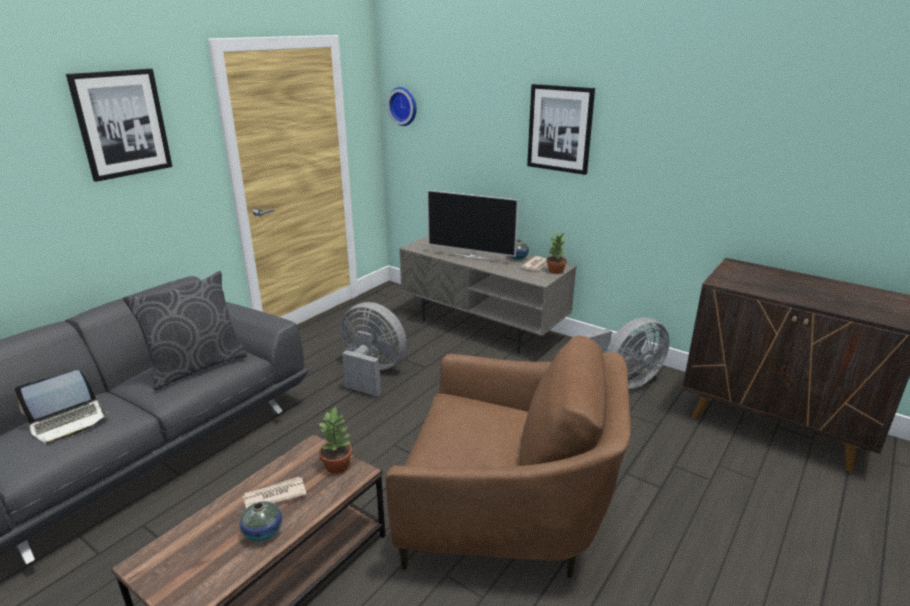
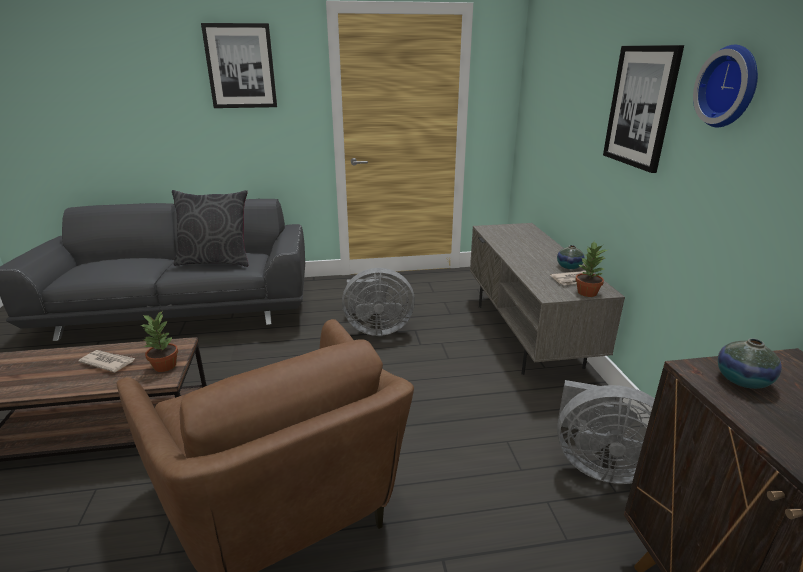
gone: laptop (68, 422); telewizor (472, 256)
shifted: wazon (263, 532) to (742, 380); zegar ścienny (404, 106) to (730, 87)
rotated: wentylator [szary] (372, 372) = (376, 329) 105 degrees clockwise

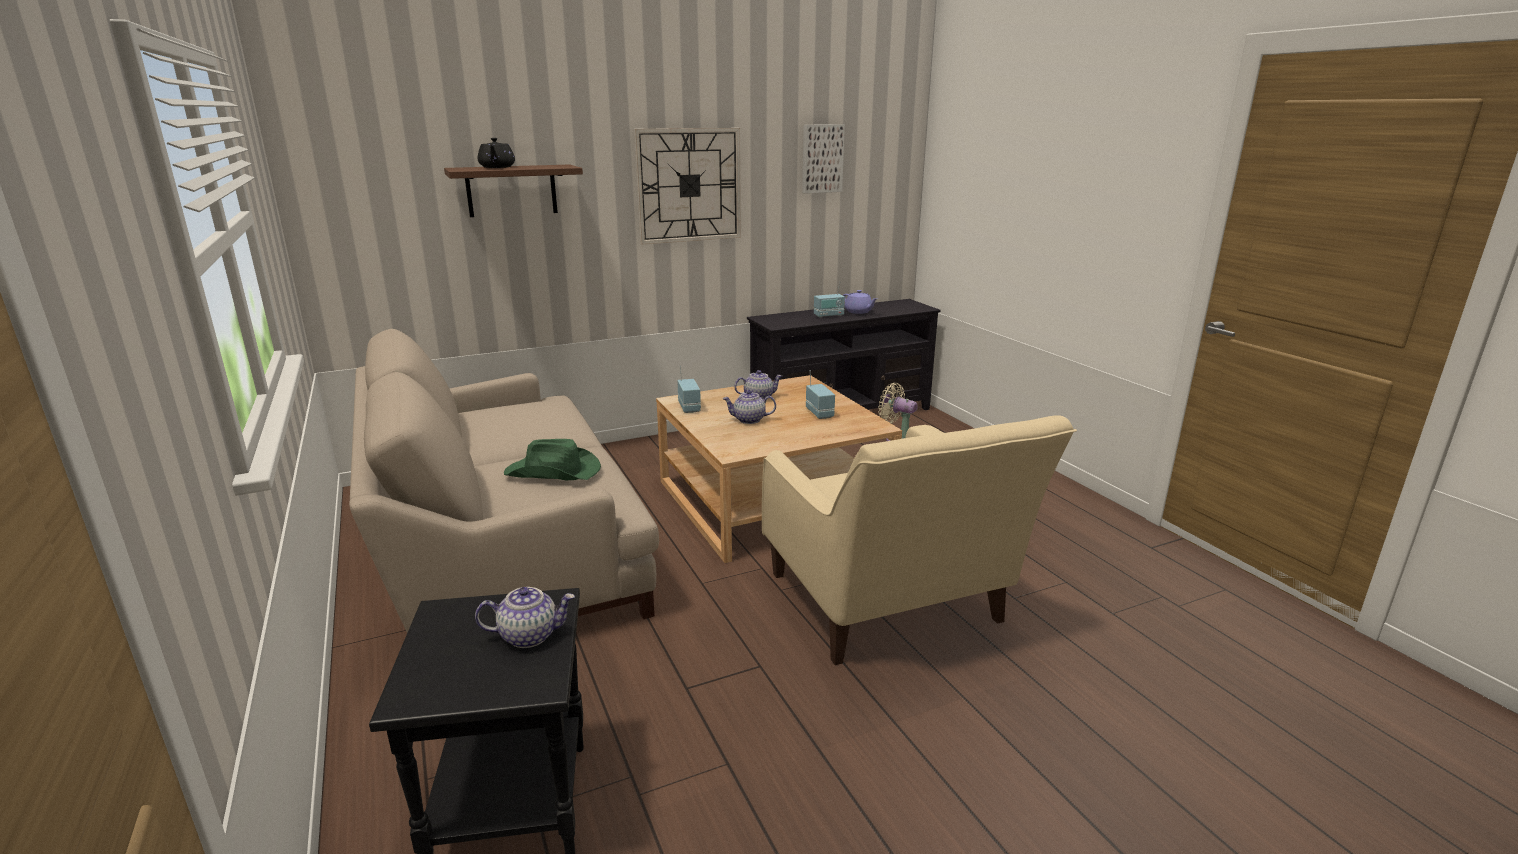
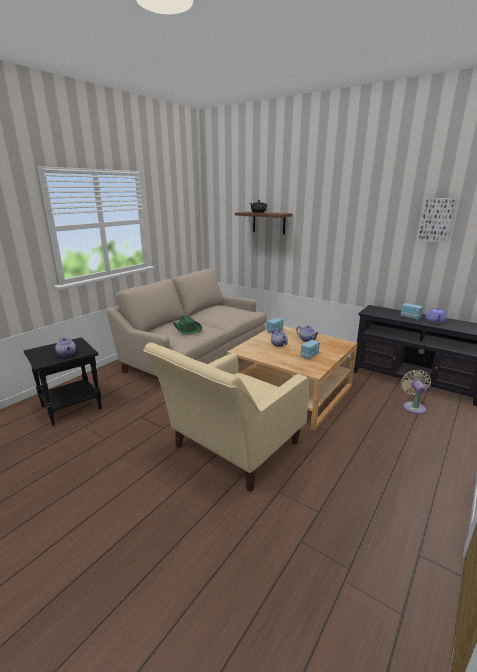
gone: zegar ścienny (689, 185)

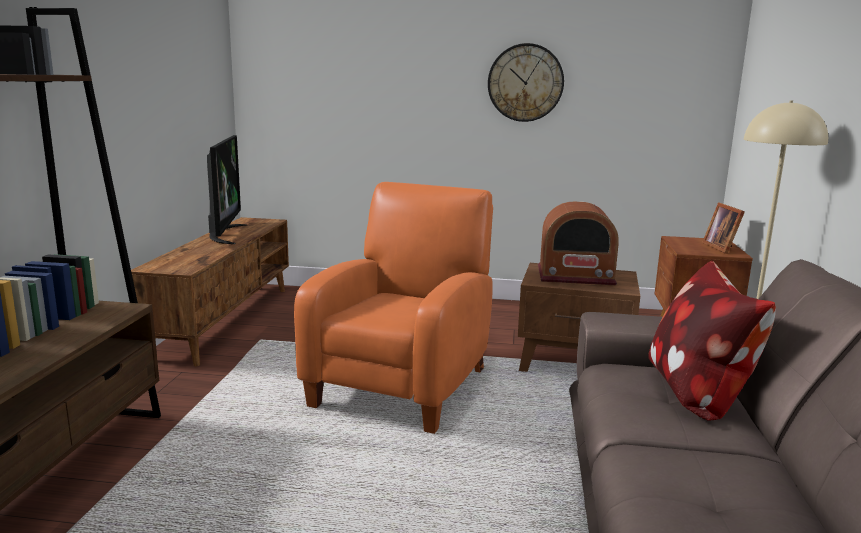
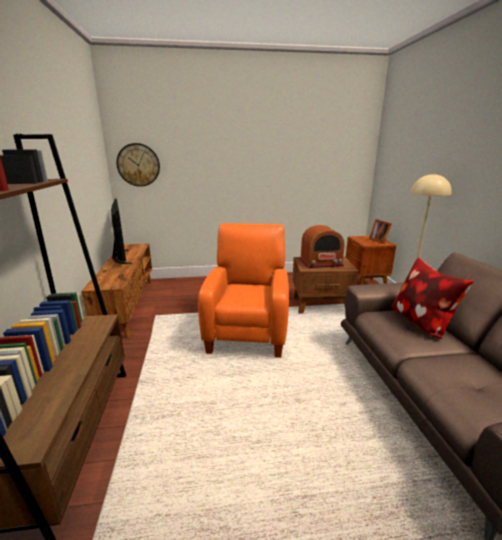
shifted: zegar ścienny (525, 83) to (138, 165)

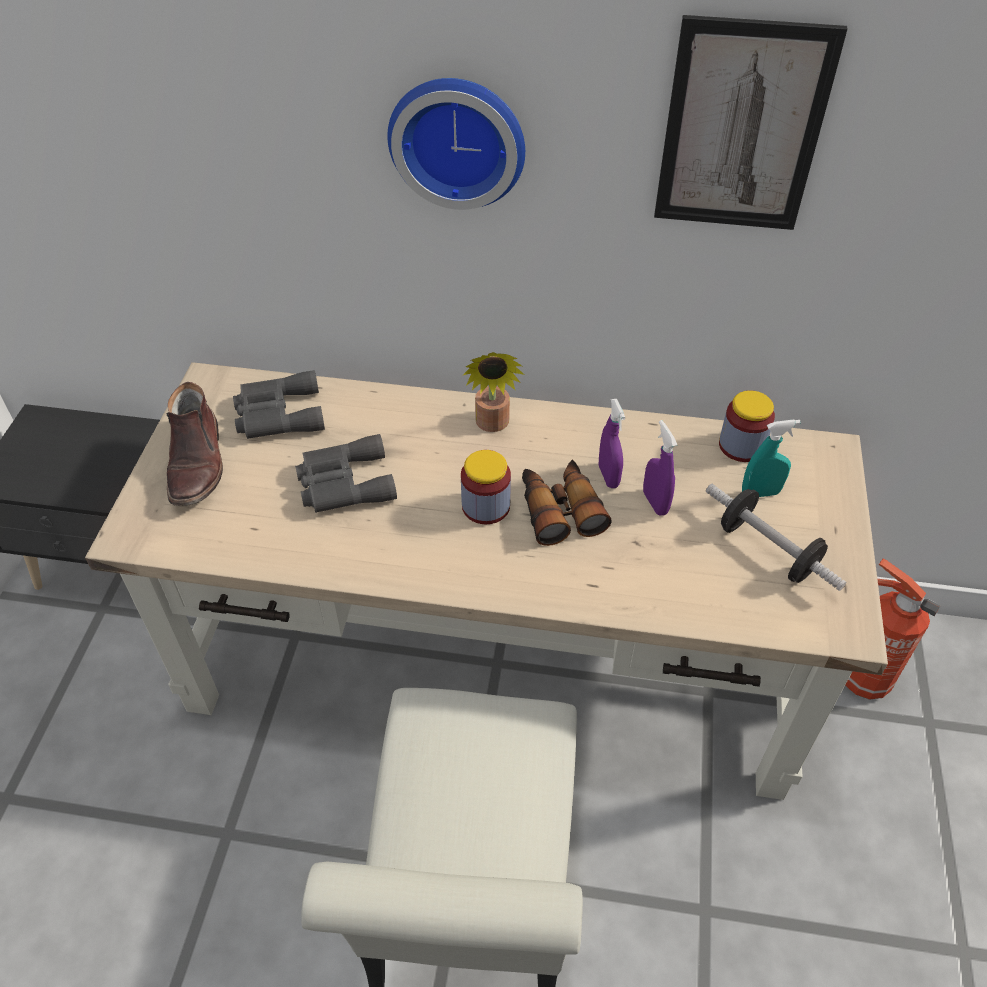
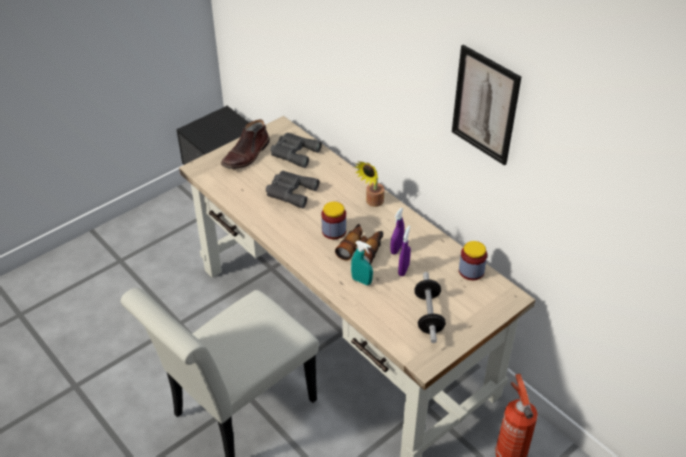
gone: zegar ścienny (458, 140)
shifted: spryskiwacz [turkusowy] (760, 493) to (361, 281)

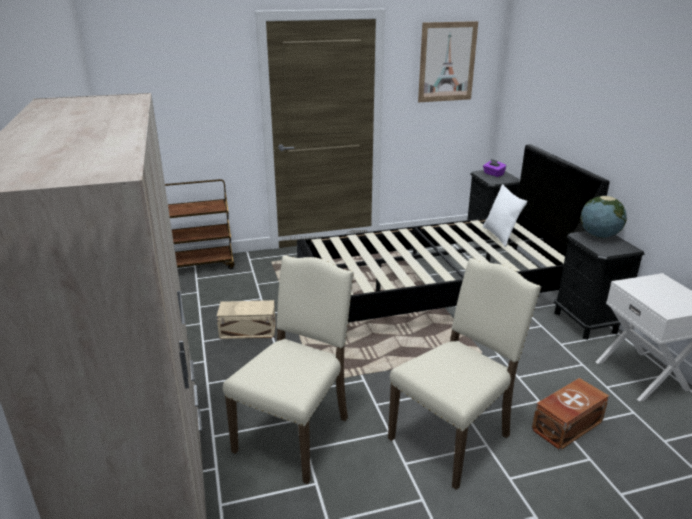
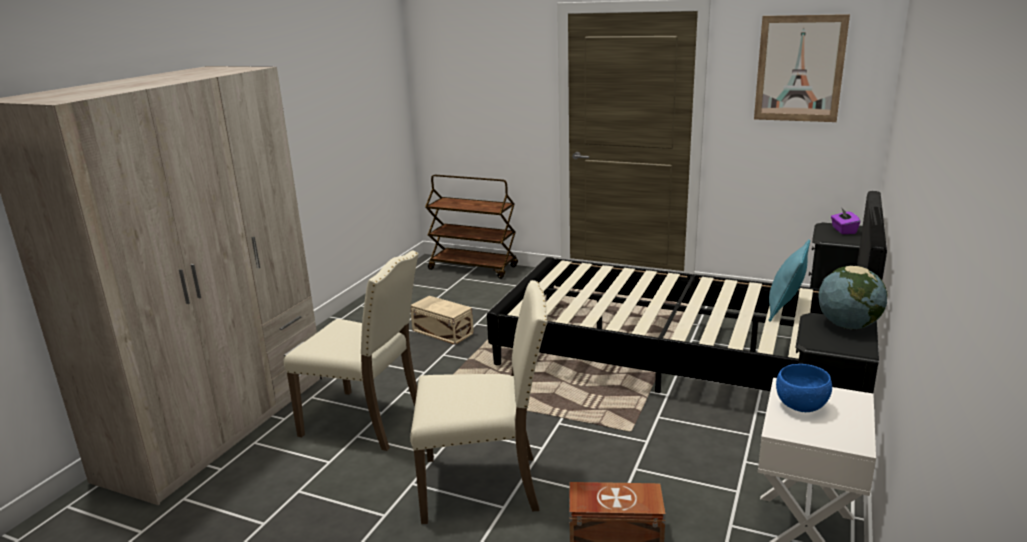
new: miska [niebieski] (800, 406)
repainted: poduszka [biały] (500, 236) to poduszka [turkusowy] (784, 309)
rotated: krzesło [beżowy] (296, 433) = (366, 421) 45 degrees clockwise

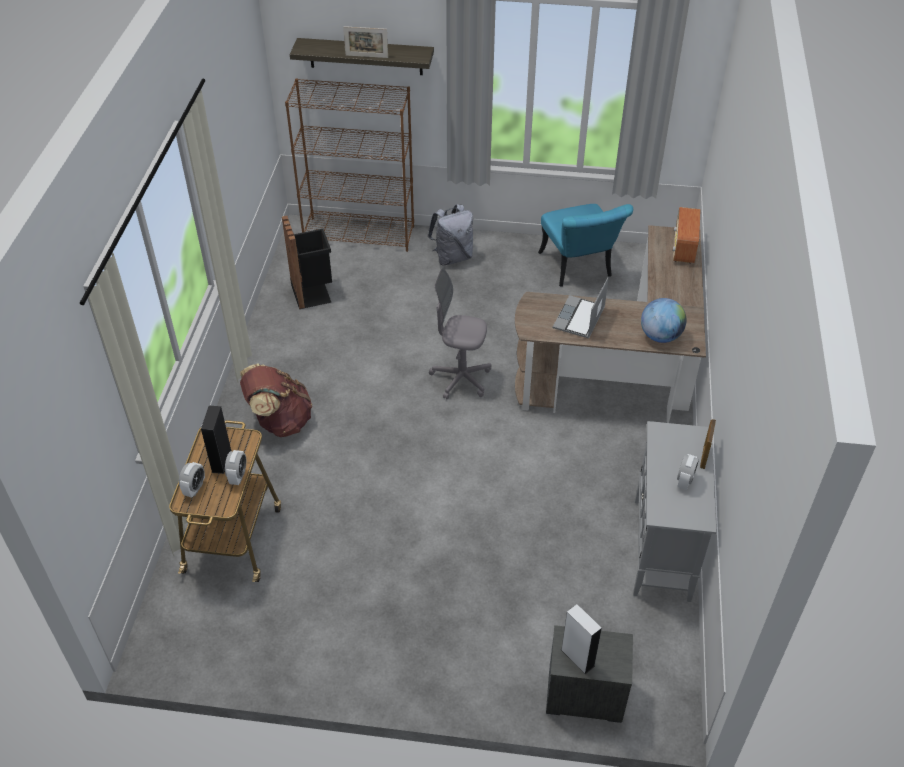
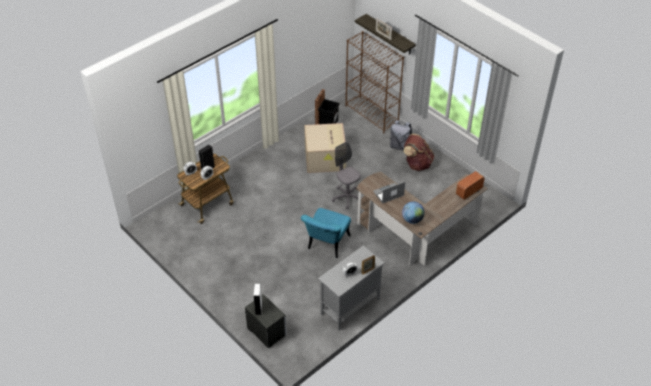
new: karton (325, 158)
shifted: plecak [brązowy] (280, 421) to (417, 164); krzesło [turkusowy] (578, 269) to (326, 245)

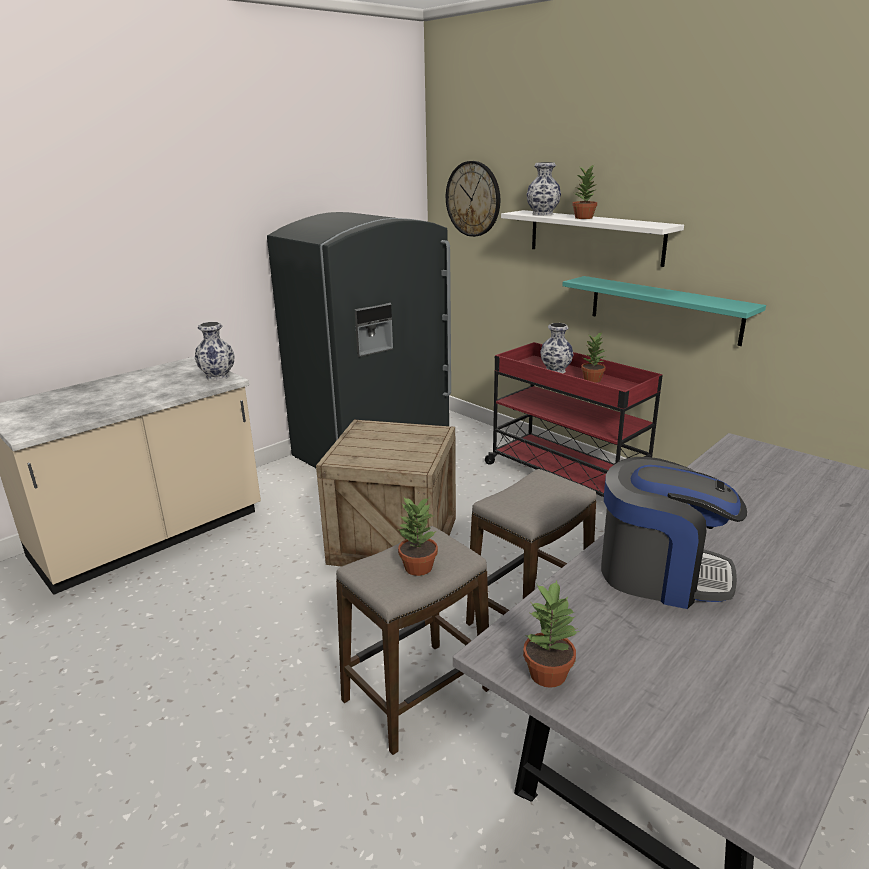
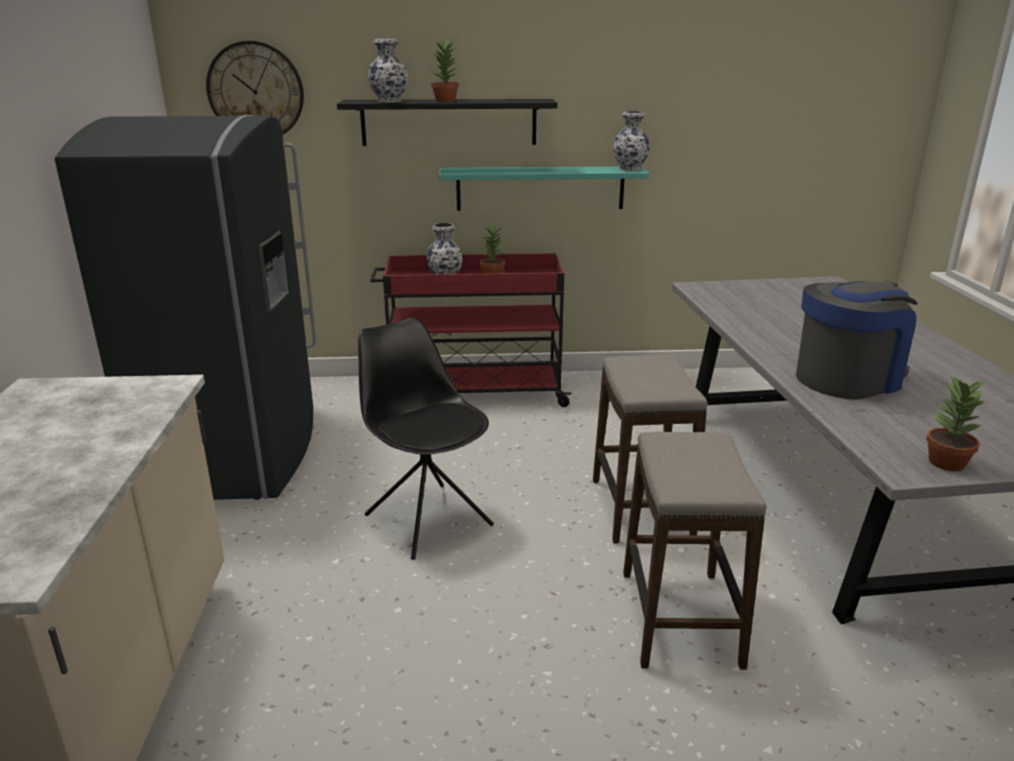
gone: roślina doniczkowa (417, 567)
shifted: wazon (217, 377) to (630, 169)
swapped: skrzynka (394, 540) to krzesło [czarny] (427, 519)
repainted: półka [biały] (595, 237) to półka [czarny] (449, 122)

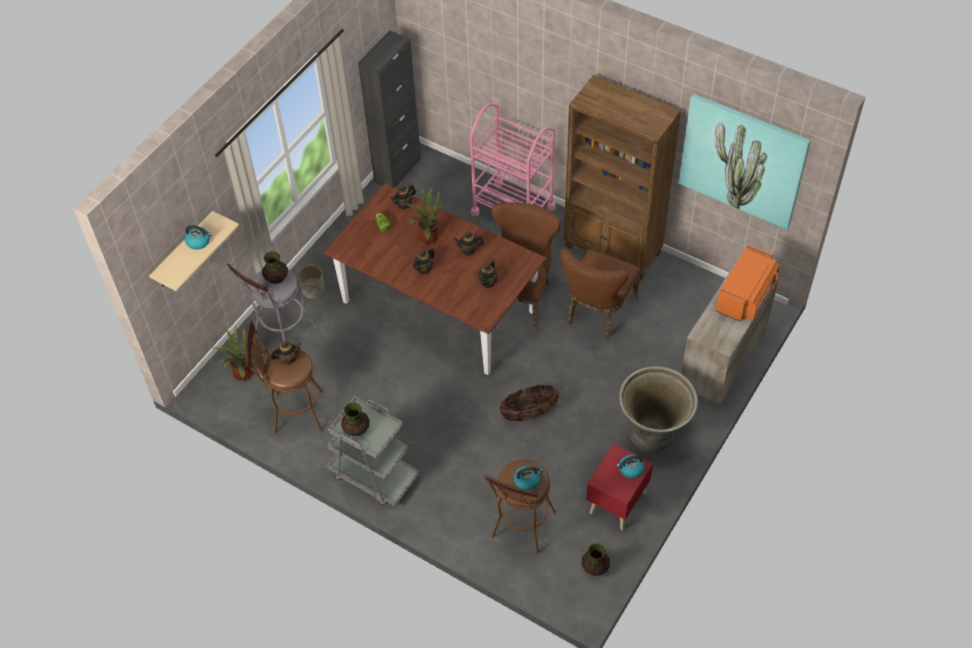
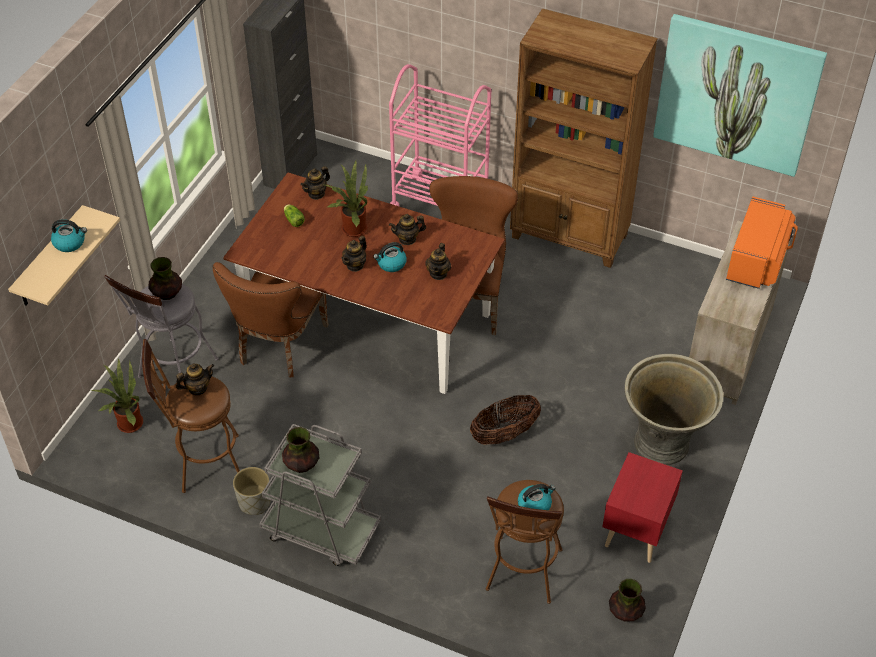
shifted: donica [szary] (313, 290) to (254, 502); krzesło [brązowy] (598, 313) to (279, 348); czajnik (630, 469) to (391, 264)

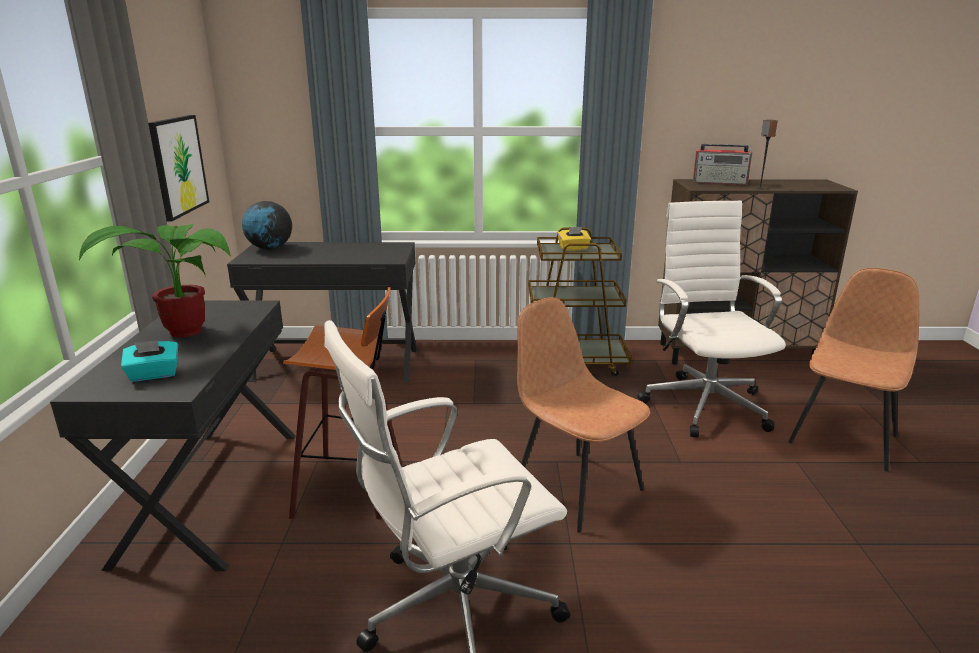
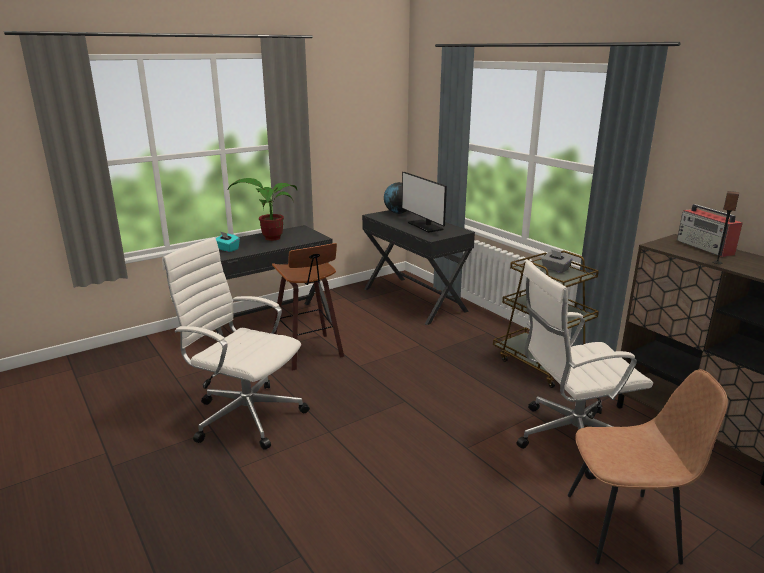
gone: obraz (178, 166); krzesło [brązowy] (575, 488)
new: monitor (425, 226)
repainted: pudełko chusteczek [żółty] (573, 249) to pudełko chusteczek [szary] (555, 269)
rotated: krzesło biurowe [biały] (704, 404) = (570, 438) 150 degrees counterclockwise

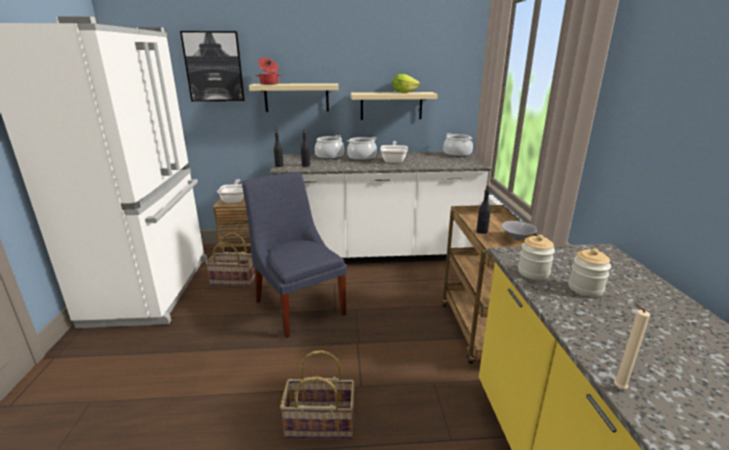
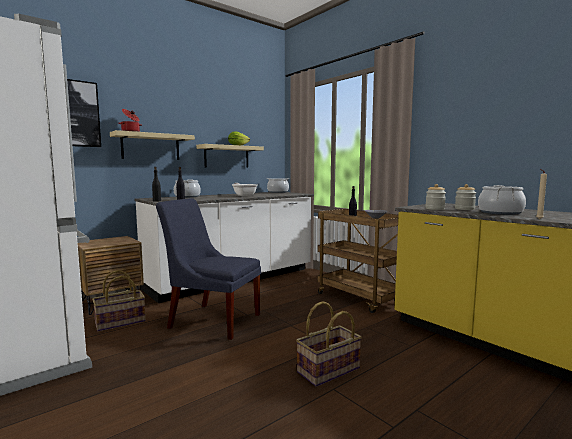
gone: patelnia (235, 199)
shifted: garnek (362, 158) to (500, 212)

